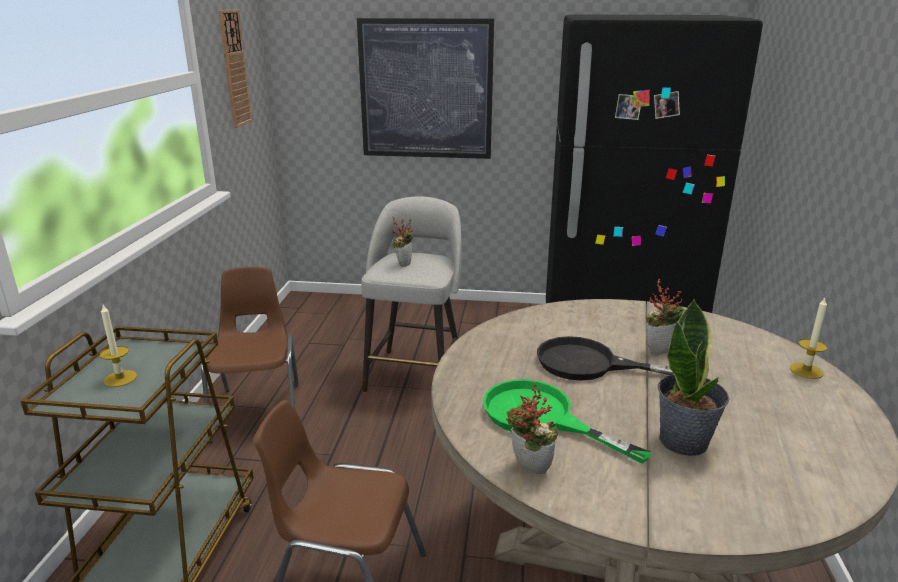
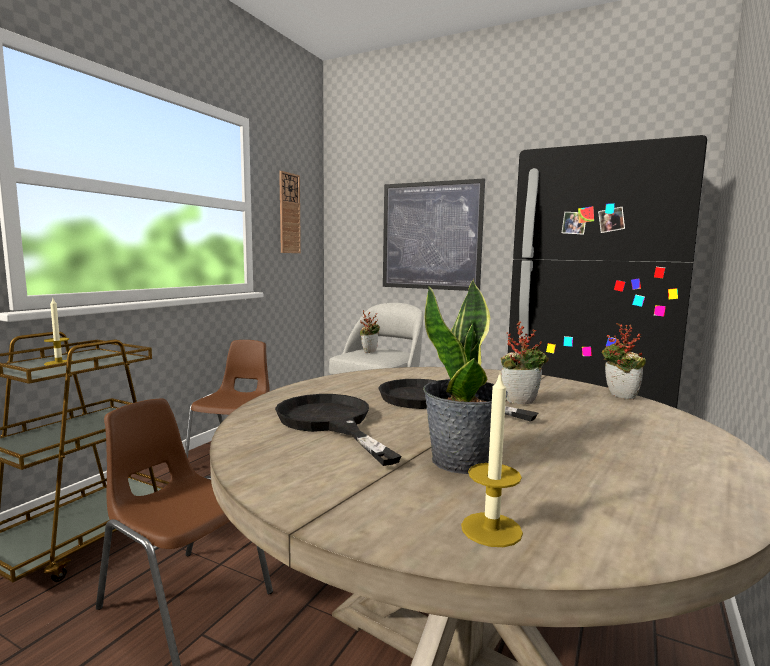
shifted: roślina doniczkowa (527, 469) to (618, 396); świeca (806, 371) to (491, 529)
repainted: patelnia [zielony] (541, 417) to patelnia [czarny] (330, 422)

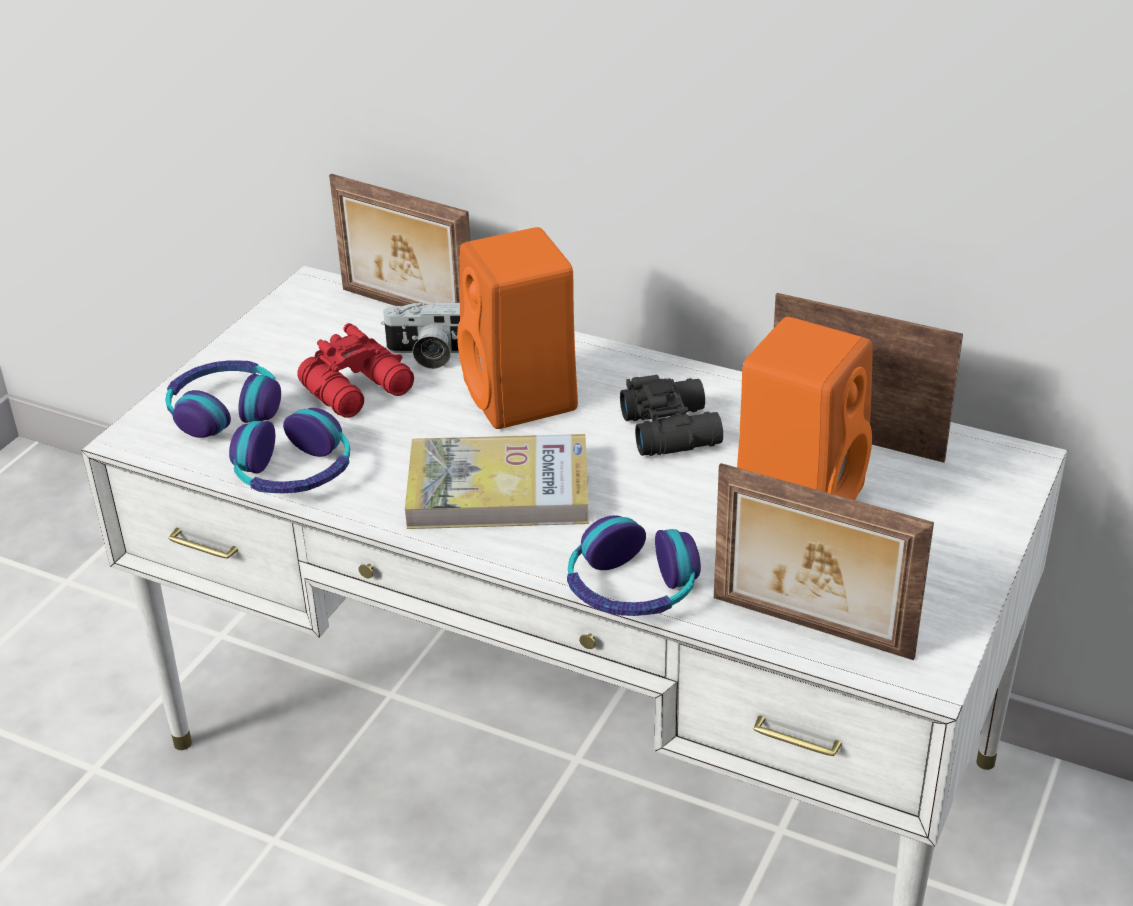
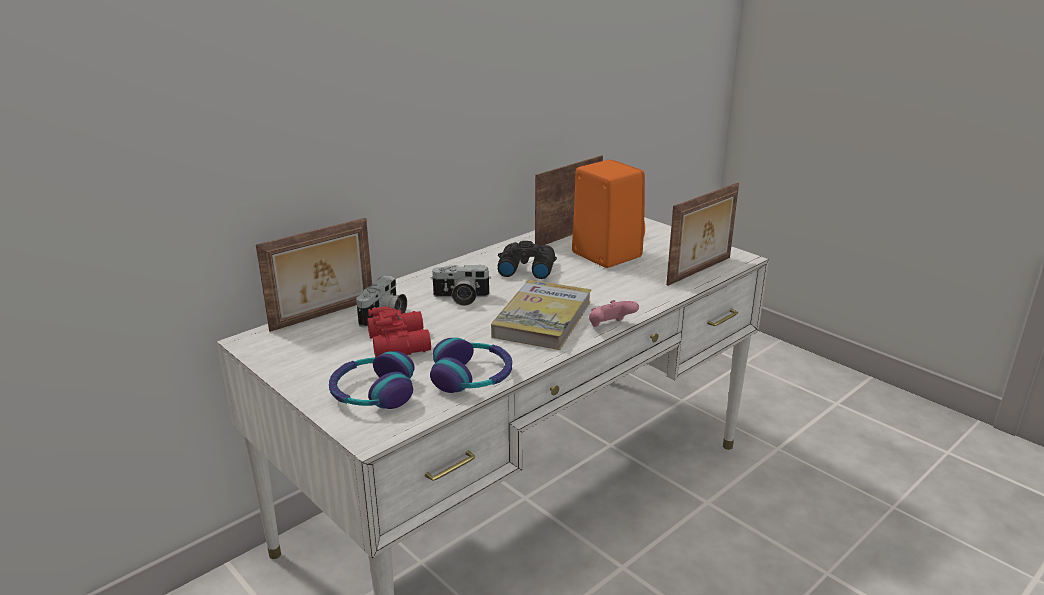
gone: słuchawki (631, 588)
new: pad do gier [różowy] (610, 327)
swapped: głośnik [pomarańczowy] (523, 399) to aparat fotograficzny (461, 298)

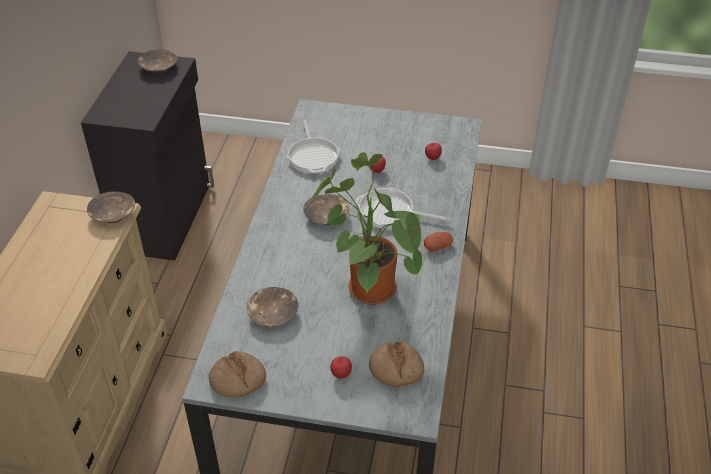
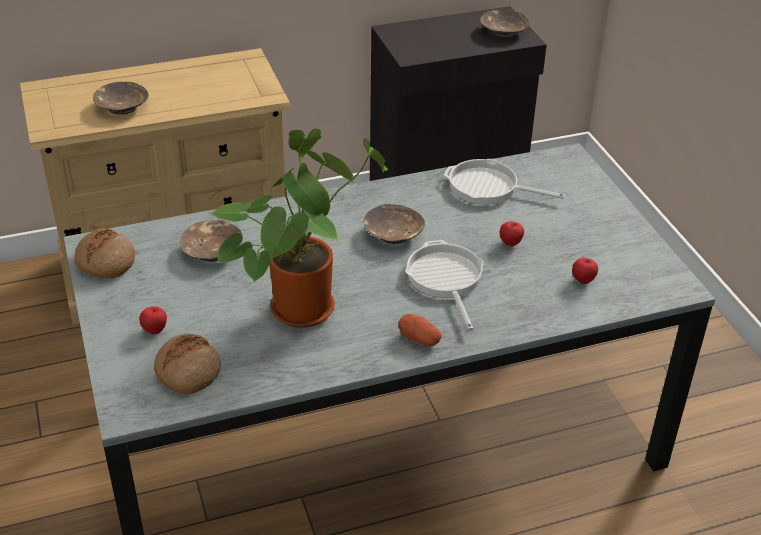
shifted: miska [brązowy] (113, 215) to (121, 107)
rotated: patelnia (313, 155) = (488, 188) 60 degrees clockwise

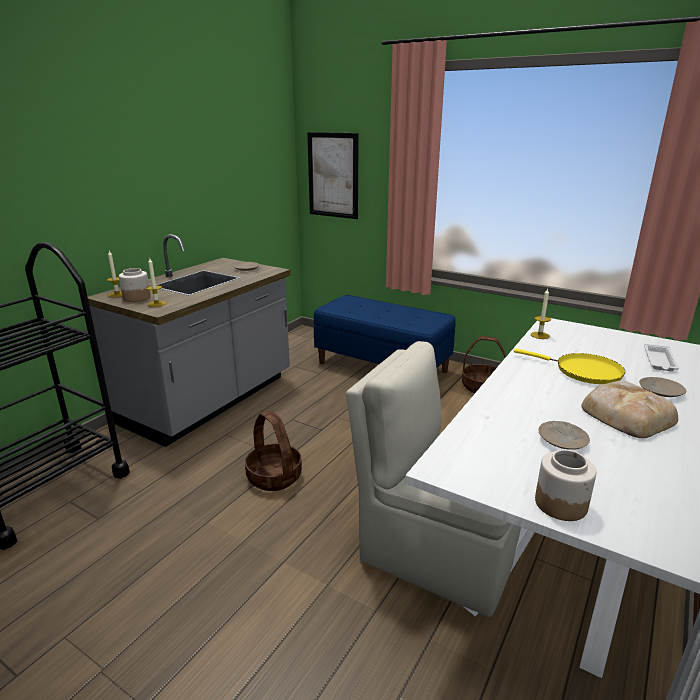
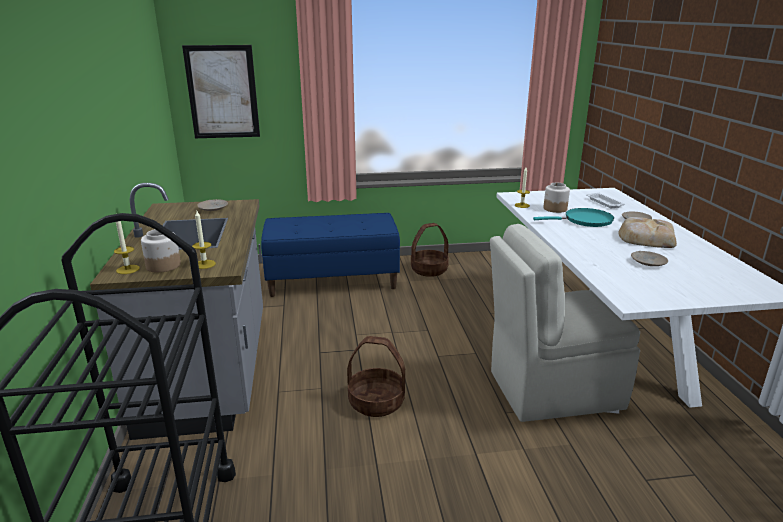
shifted: słoik (561, 504) to (555, 209)
repainted: patelnia [żółty] (583, 371) to patelnia [turkusowy] (585, 221)

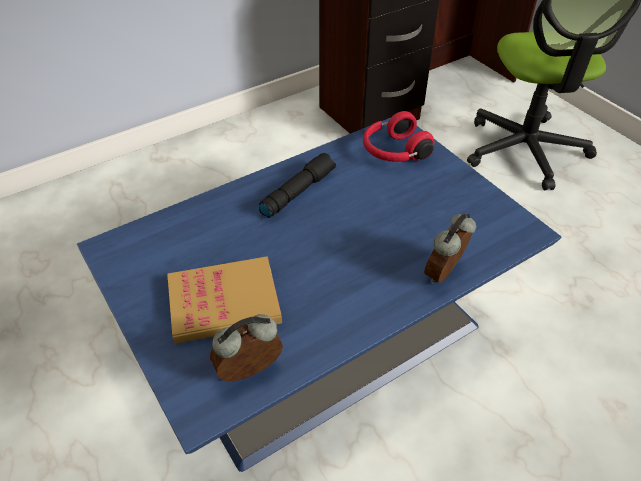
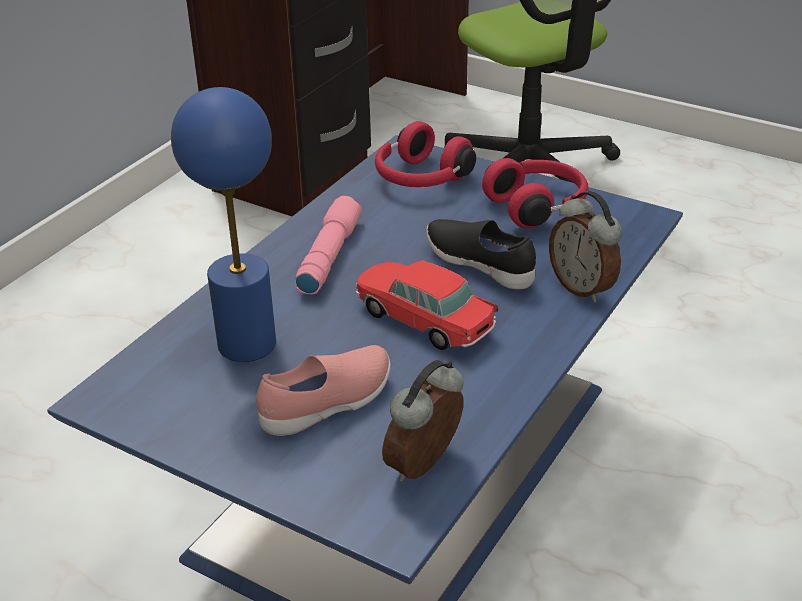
new: lampa stołowa [niebieski] (247, 344); samochodzik (423, 319); but [czarny] (480, 265); słuchawki [czerwony] (538, 207)
swapped: książka (224, 302) to but [różowy] (328, 405)
repainted: latarka [czarny] (297, 191) to latarka [różowy] (328, 256)
rotated: budzik (445, 274) = (582, 288) 45 degrees counterclockwise

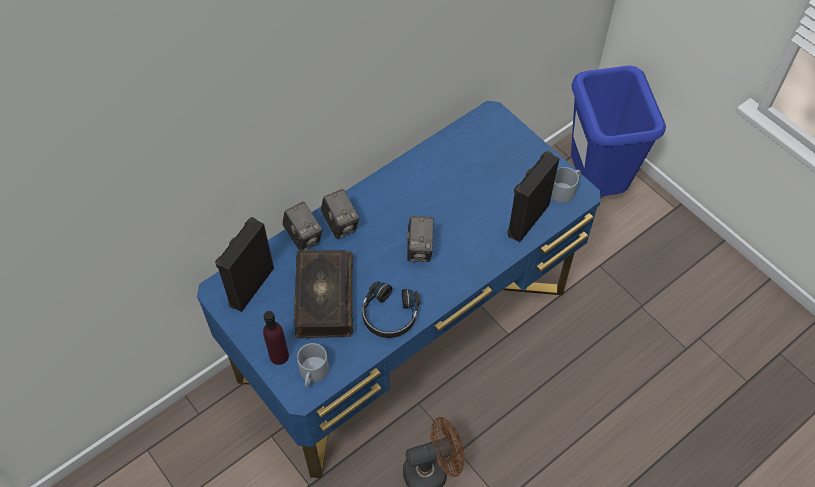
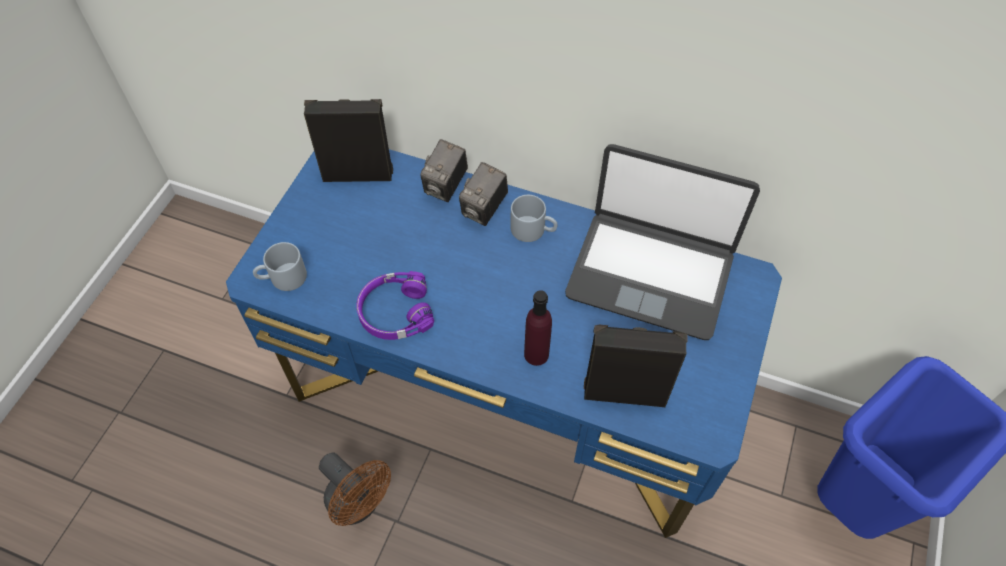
gone: książka (323, 299); aparat fotograficzny (420, 249)
new: laptop (650, 274)
shifted: butelka [fioletowy] (279, 356) to (536, 354); kubek [szary] (565, 189) to (533, 229)
repainted: słuchawki [czarny] (389, 315) to słuchawki [fioletowy] (395, 312)

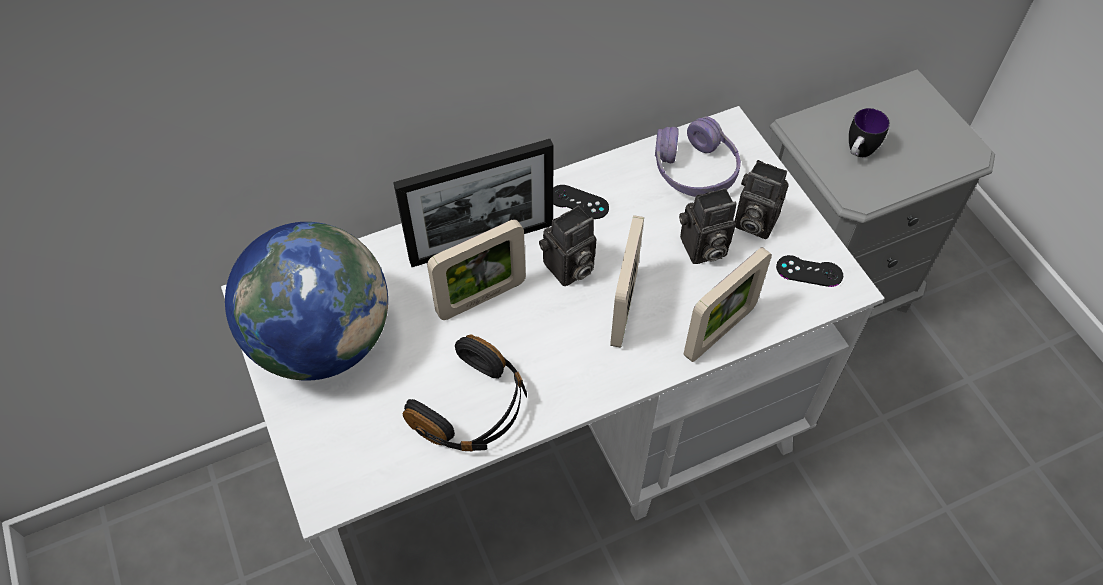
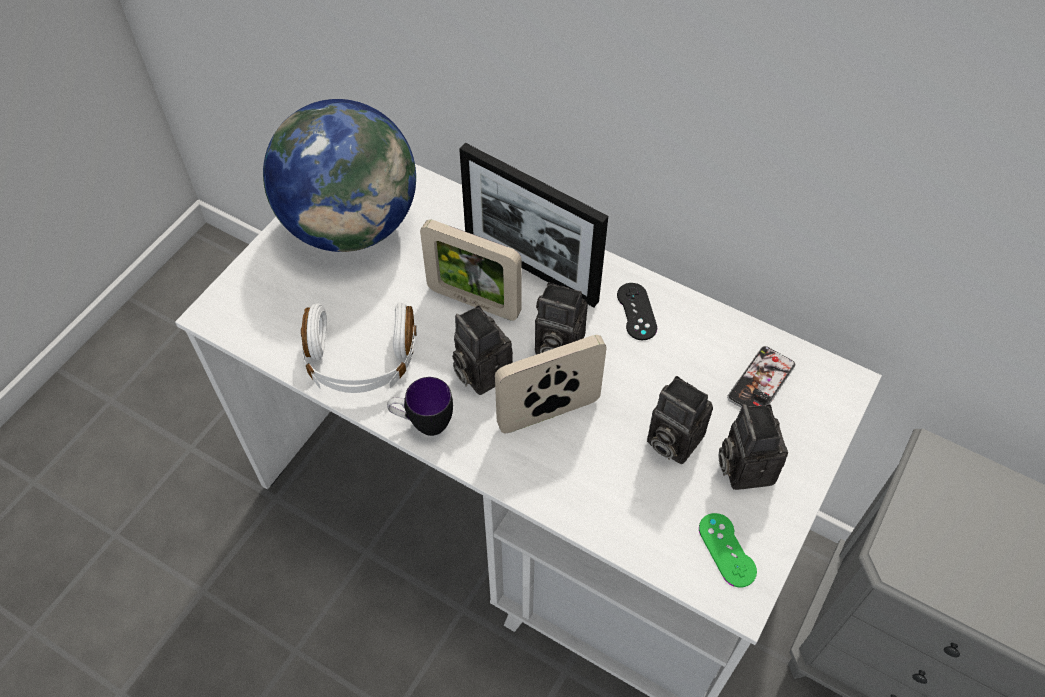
gone: ramka na zdjęcie (719, 332)
new: aparat fotograficzny (480, 371)
shifted: kubek (857, 153) to (423, 423)
swapped: słuchawki [fioletowy] (695, 170) to telefon (761, 382)
repainted: słuchawki [czarny] (472, 409) to słuchawki [biały] (361, 360); pad do gier [czarny] (809, 271) to pad do gier [zielony] (727, 550)

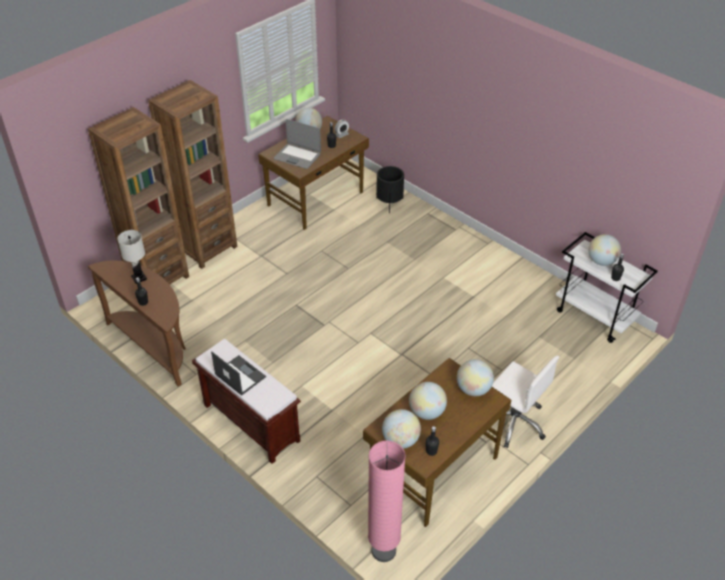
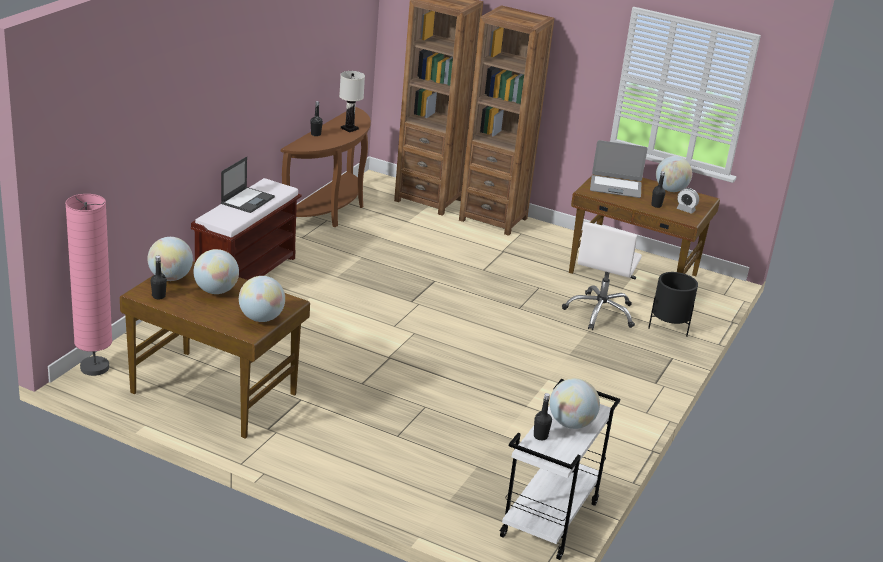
shifted: krzesło biurowe [biały] (514, 421) to (600, 313)
rotated: laptop (297, 156) = (615, 187) 90 degrees counterclockwise

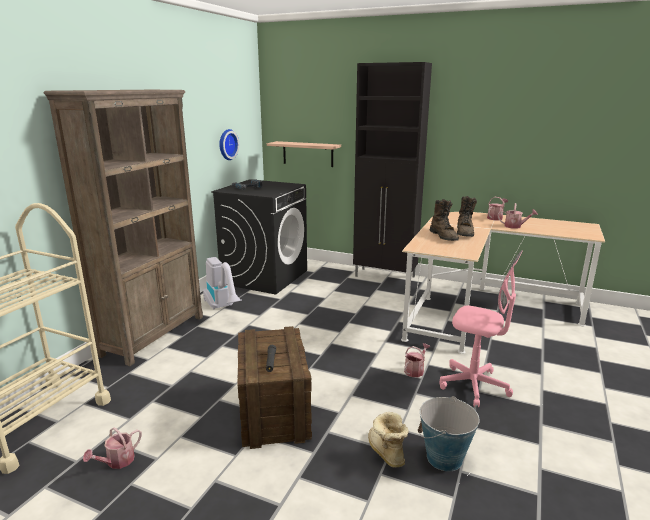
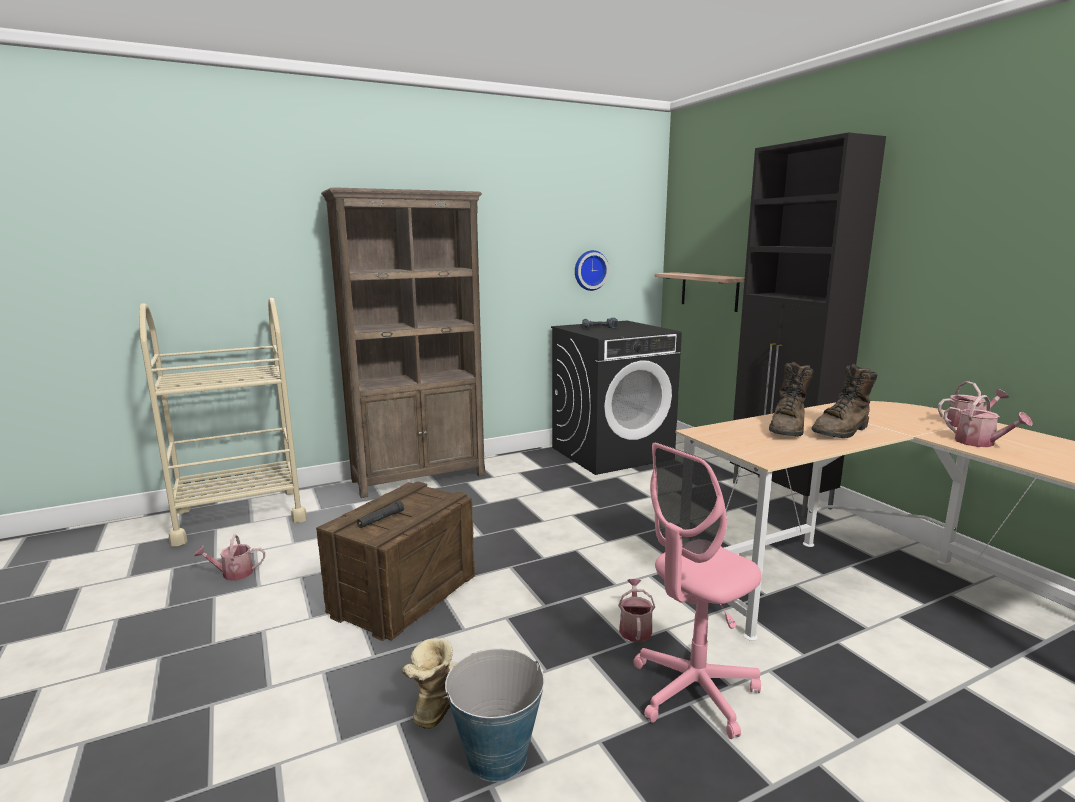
gone: odkurzacz (223, 307)
rotated: konewka (415, 370) = (635, 628) 75 degrees counterclockwise; krzesło biurowe [różowy] (474, 386) = (694, 691) 75 degrees clockwise

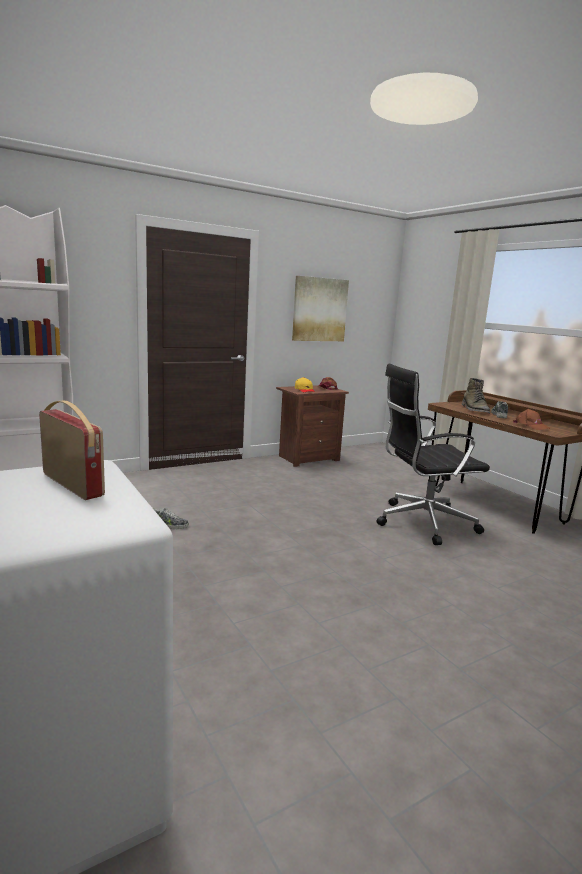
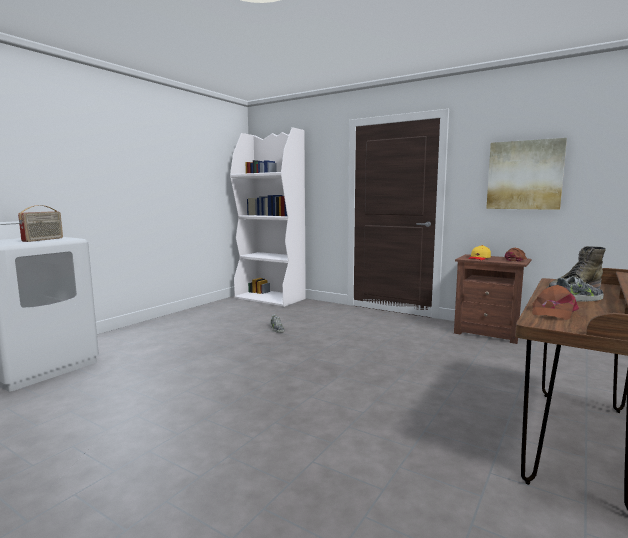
gone: krzesło biurowe [czarny] (422, 522)

